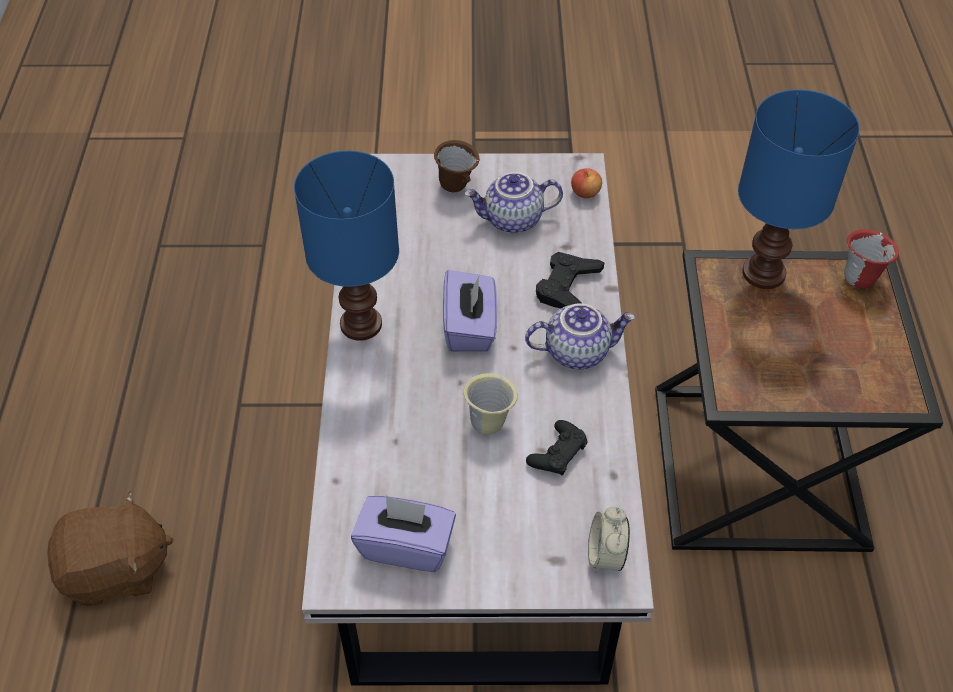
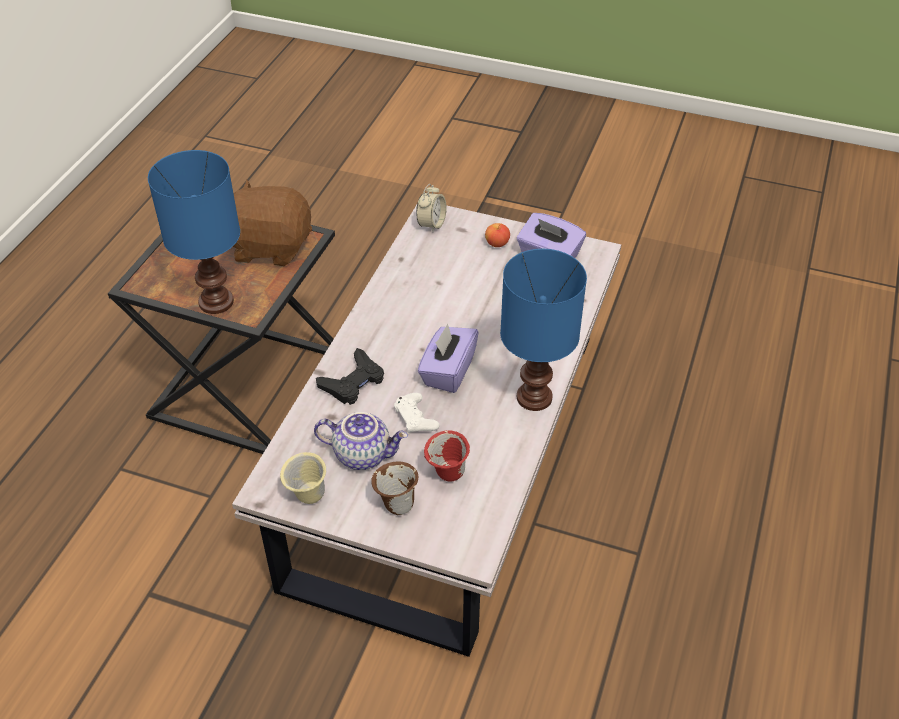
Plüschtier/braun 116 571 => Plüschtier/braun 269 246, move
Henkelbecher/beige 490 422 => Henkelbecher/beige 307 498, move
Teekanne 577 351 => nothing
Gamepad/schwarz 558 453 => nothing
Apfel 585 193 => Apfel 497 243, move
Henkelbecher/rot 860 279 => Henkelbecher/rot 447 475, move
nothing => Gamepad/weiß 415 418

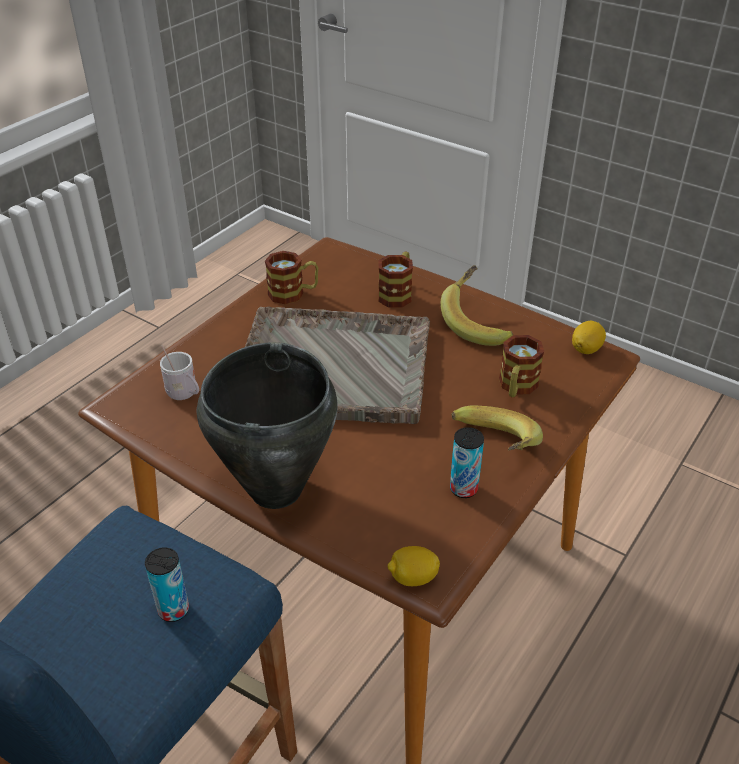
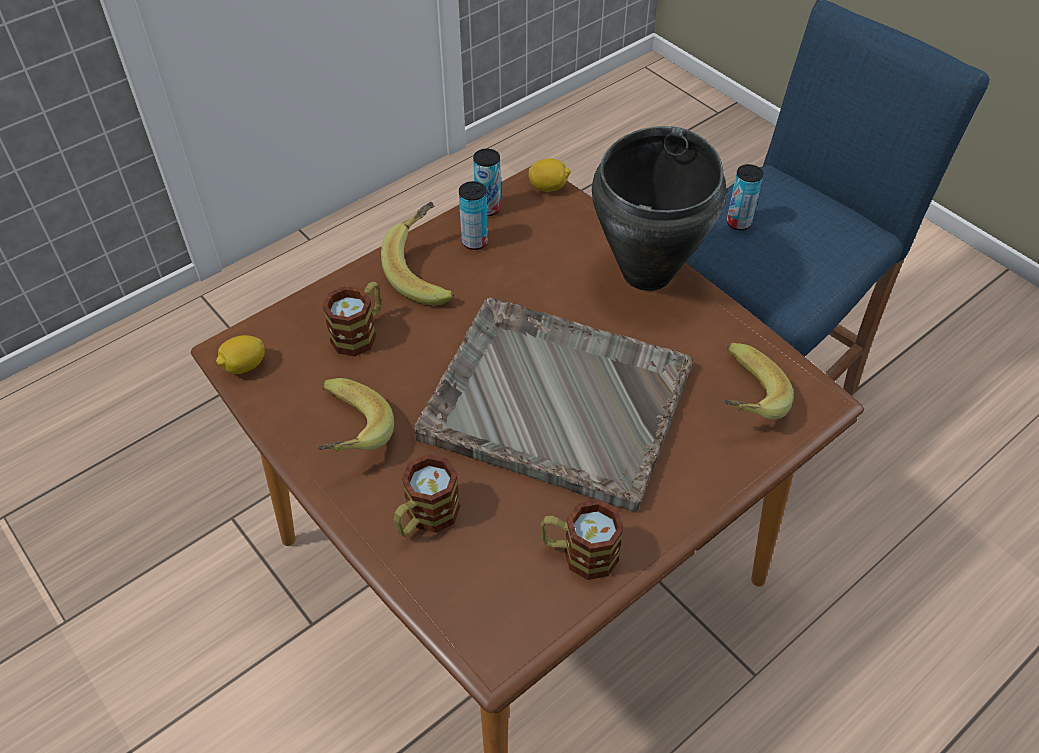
Henkelbecher/weiß 185 395 => Banane 739 399
nothing => Dose 488 208

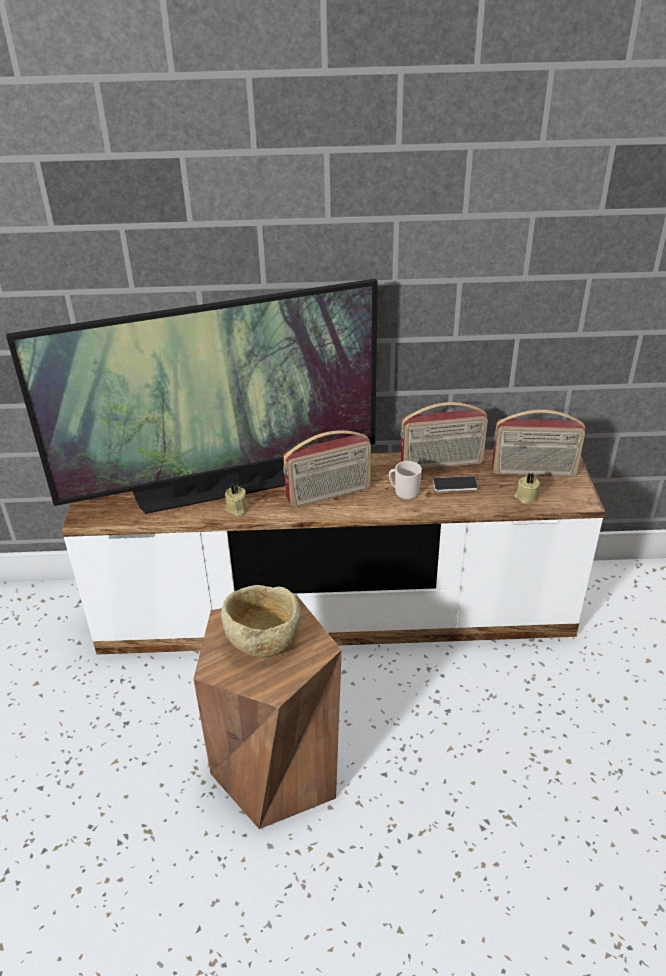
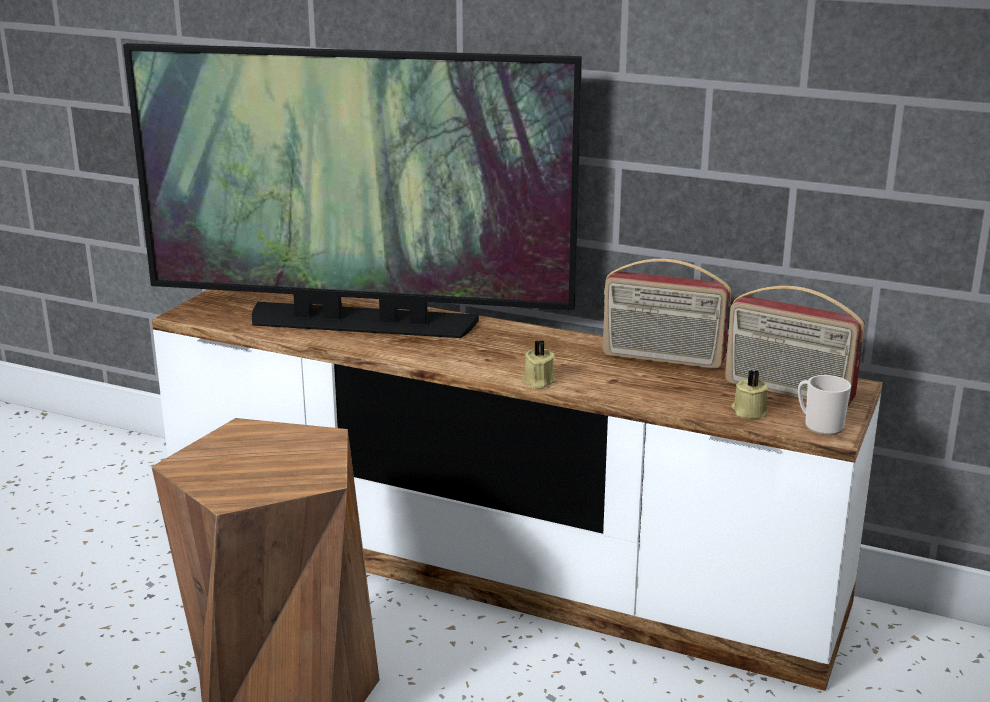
Schüssel/beige 263 641 => nothing
Kerze/beige 236 509 => Kerze/beige 538 381, move
Radio 329 494 => nothing
Henkelbecher 404 492 => Henkelbecher 819 425, move
Handy 455 485 => nothing

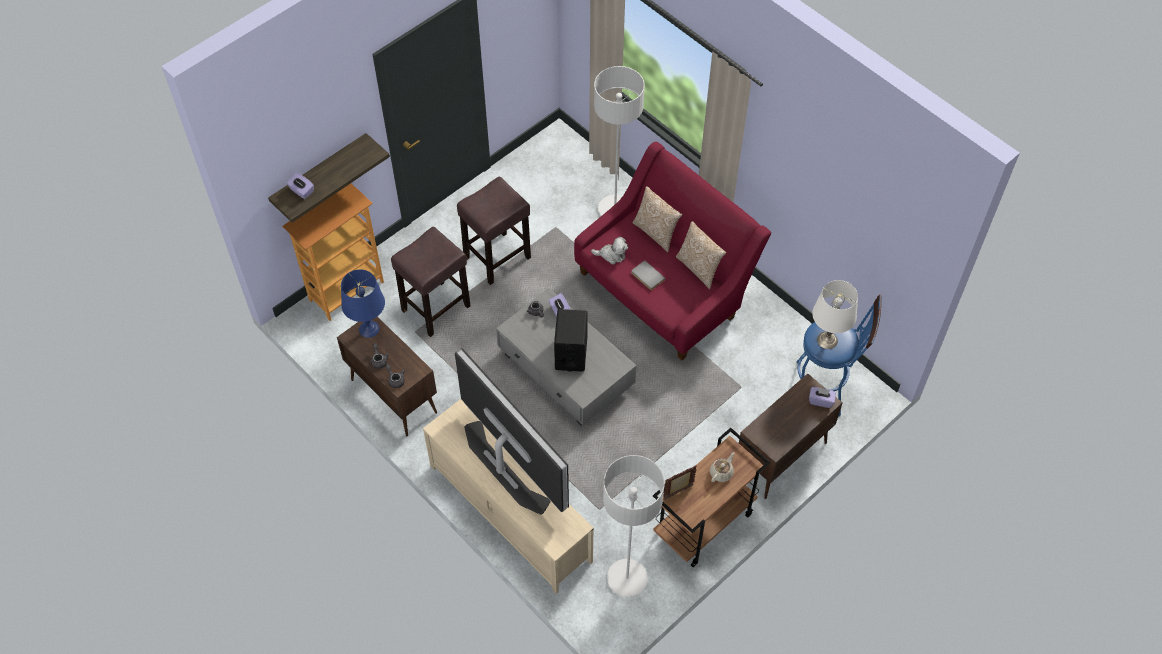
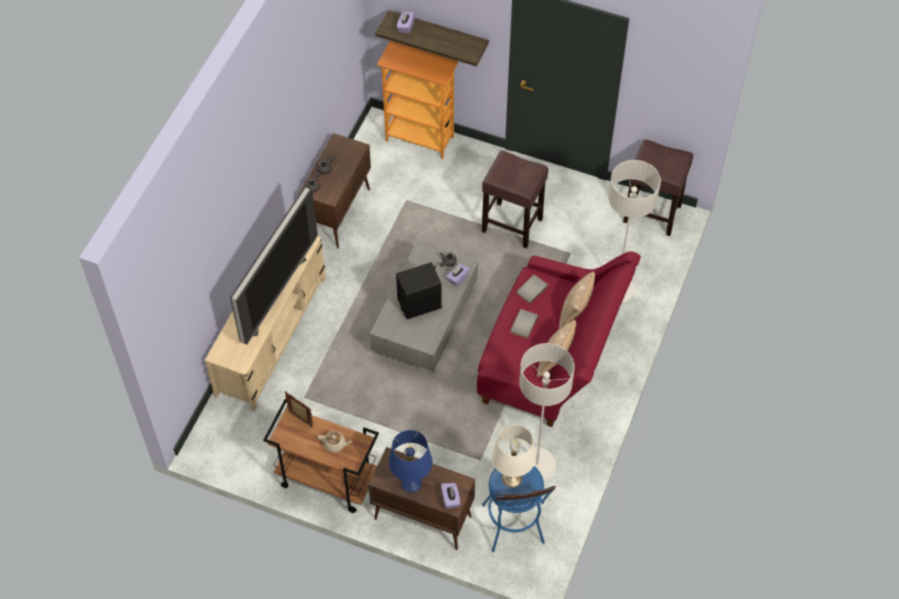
Tischlampe/blau 369 328 => Tischlampe/blau 411 482, move
Hocker/braun 436 307 => Hocker/braun 653 214, move
Plüschtier 611 255 => Buch/grau 531 289
Stehlampe/grau 627 578 => Stehlampe/grau 537 465, move

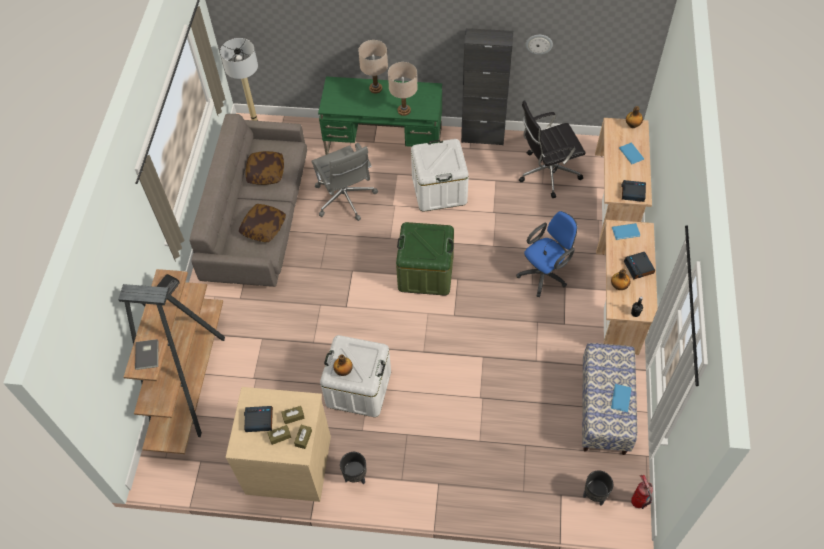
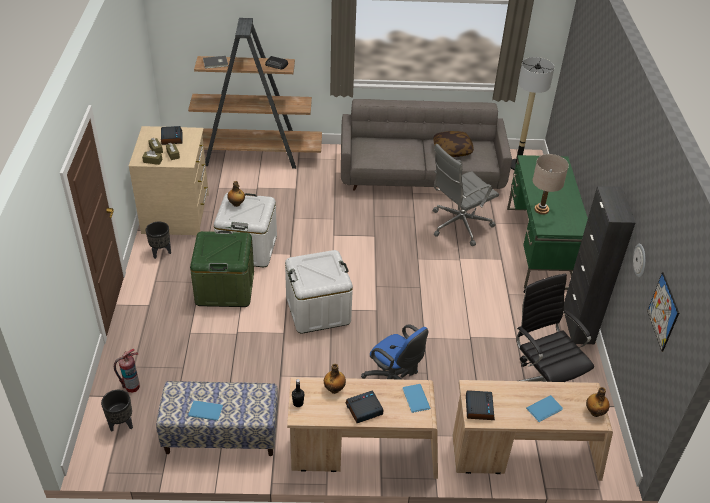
Kissen 263 227 => nothing
Tischlampe/beige 375 88 => nothing
Aufbewahrungsbox/grün 425 272 => Aufbewahrungsbox/grün 225 288, move
Aufbewahrungsbox/weiß 439 190 => Aufbewahrungsbox/weiß 318 310, move
Feuerlöscher 637 502 => Feuerlöscher 132 386, move
nothing => Bild 663 311

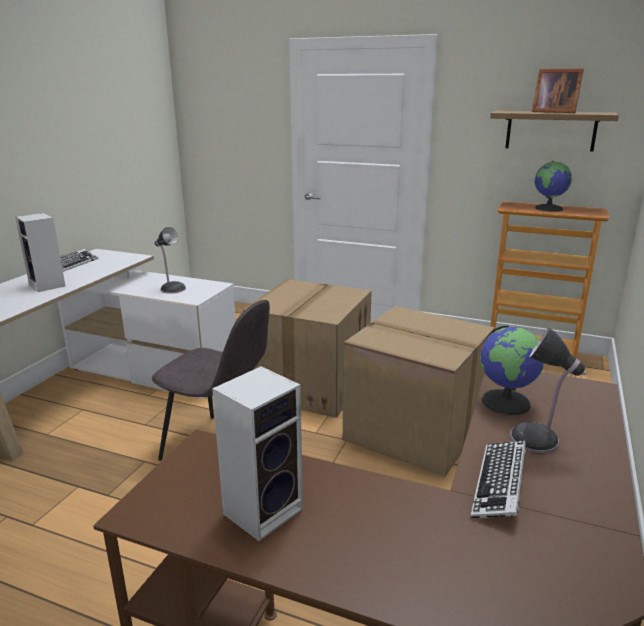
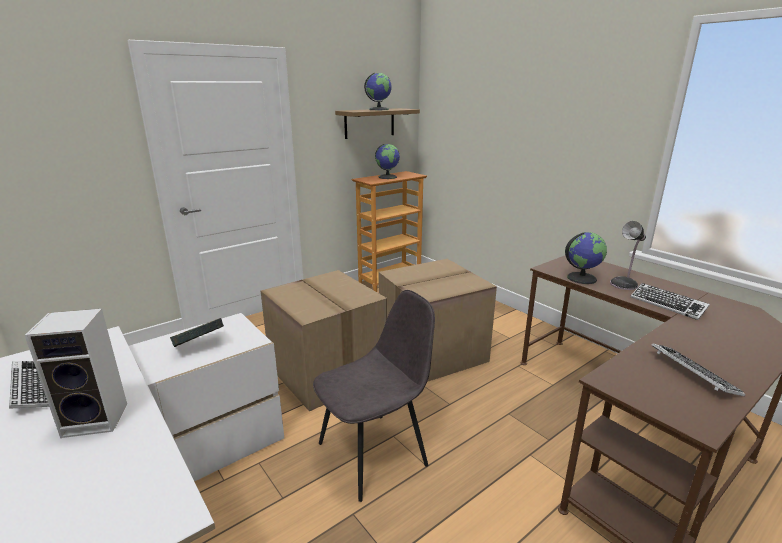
Tischlampe 172 288 => Buch 200 346
Lautsprecher 264 509 => Tastatur 692 374
Bilderrahmen 552 112 => Globus 379 109

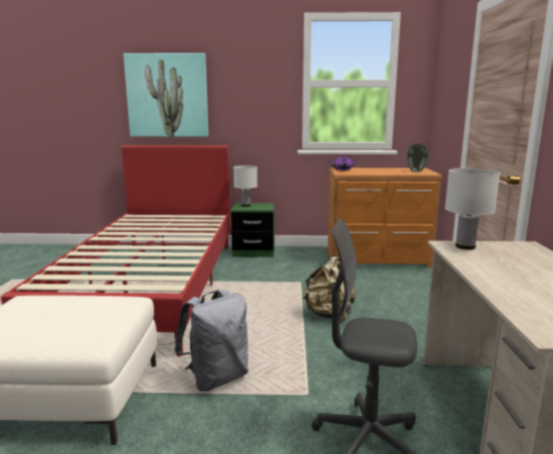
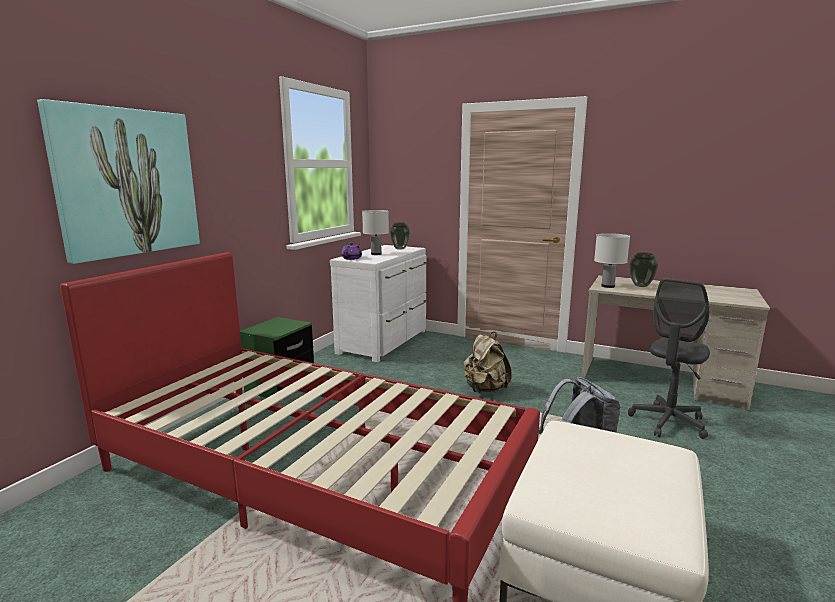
Tischlampe/weiß 245 205 => Tischlampe/weiß 376 254, move
Kommode/braun 378 260 => Kommode/weiß 385 342
nothing => Vase 640 286

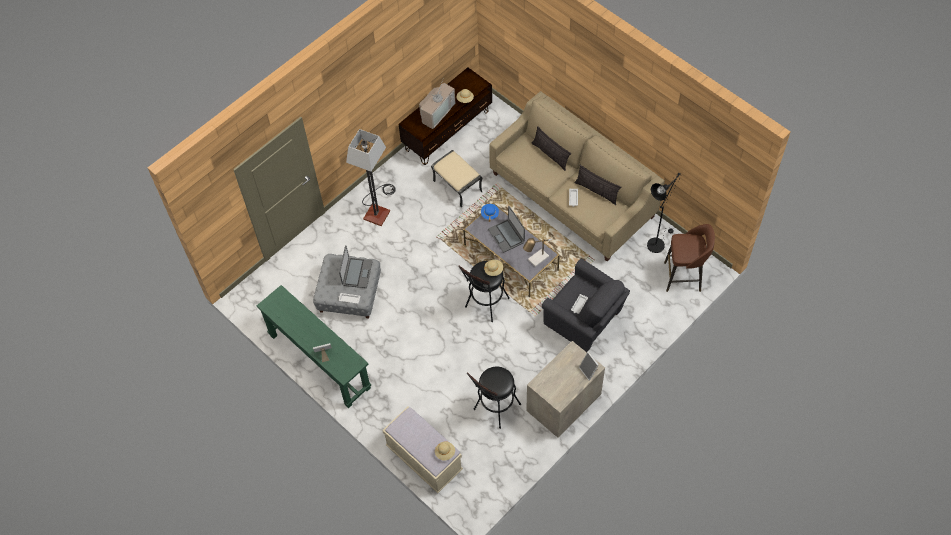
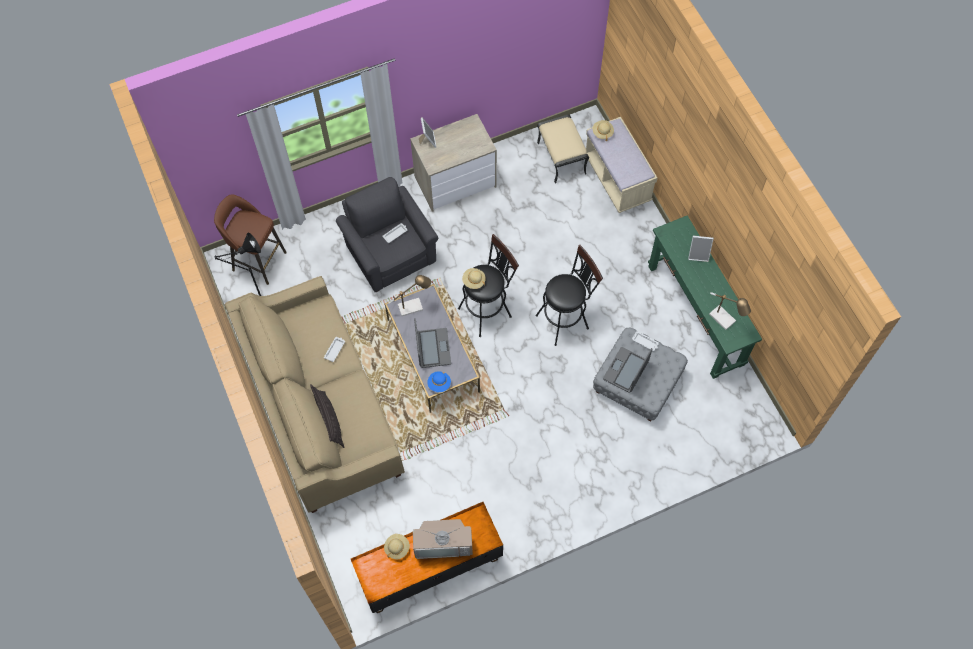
Stehlampe 378 209 => nothing
Fernseher 436 111 => Fernseher 444 543, 150 degrees counterclockwise
Polsterhocker/beige 458 186 => Polsterhocker/beige 560 157, move
Hocker/schwarz 494 409 => Hocker/schwarz 566 319, move
Kissen 596 191 => nothing
nothing => Tischlampe 725 320

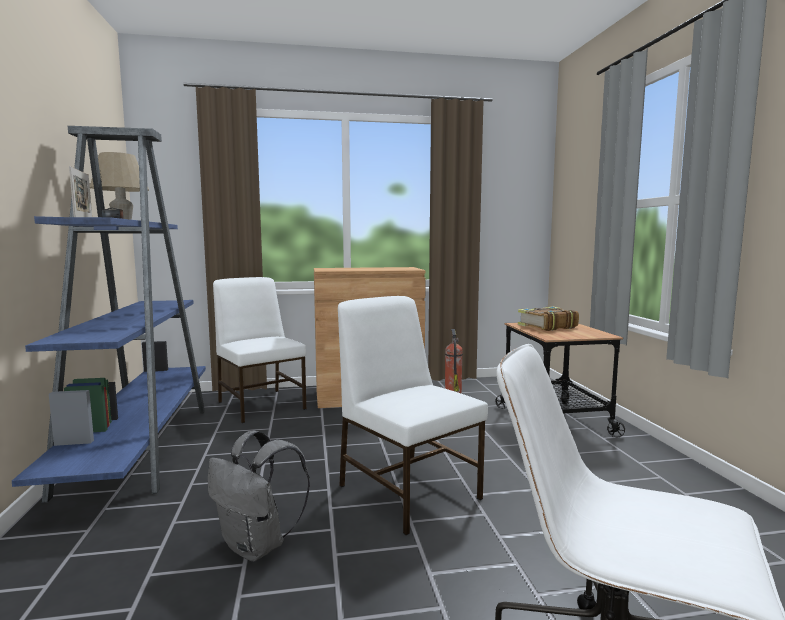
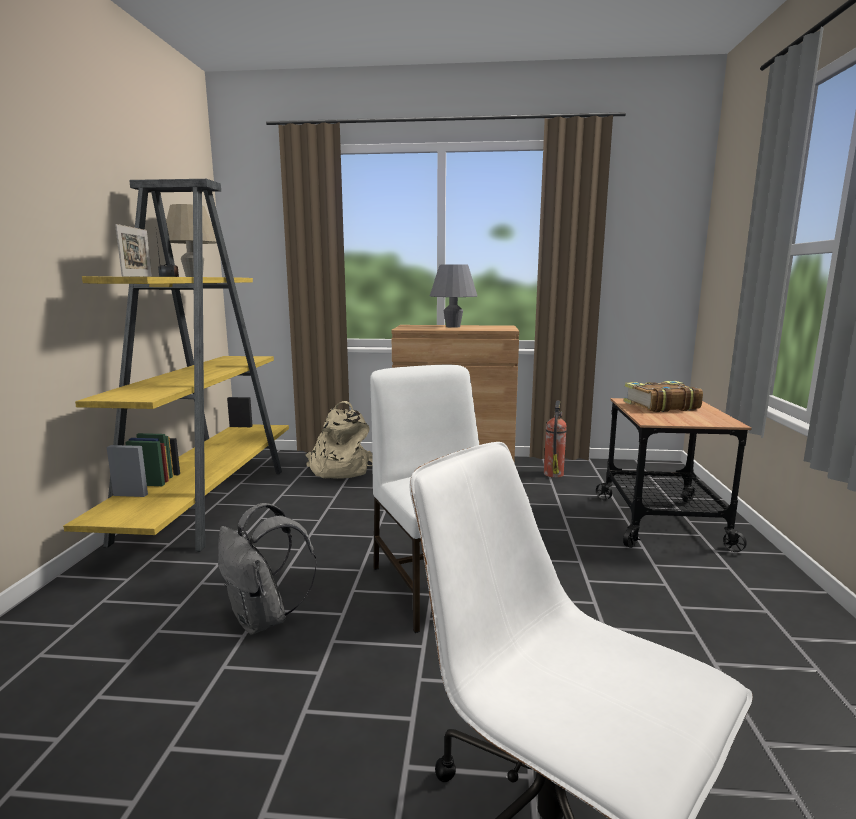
Bücherregal/blau 140 446 => Bücherregal/gelb 208 502
Stuhl/weiß 261 404 => Rucksack/beige 339 470
nothing => Tischlampe/grau 453 326

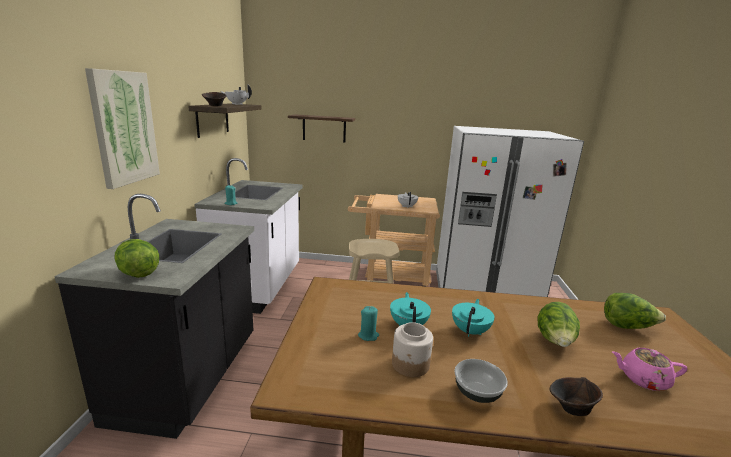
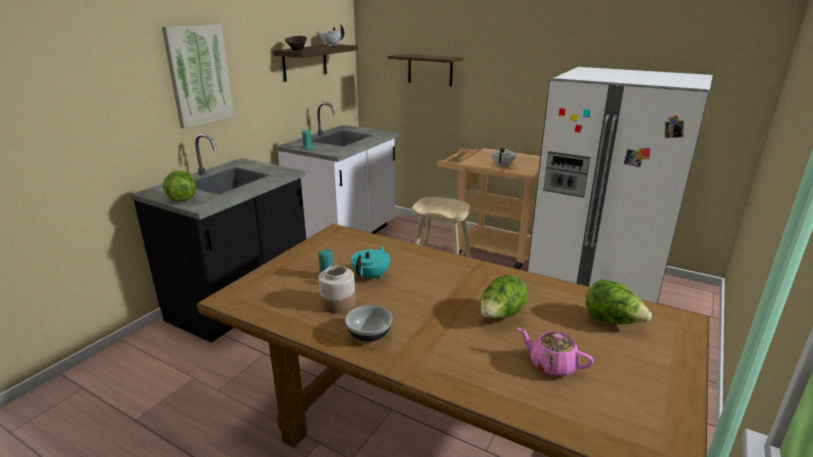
Teekanne/türkis 470 331 => nothing
Schüssel/braun 571 408 => nothing

